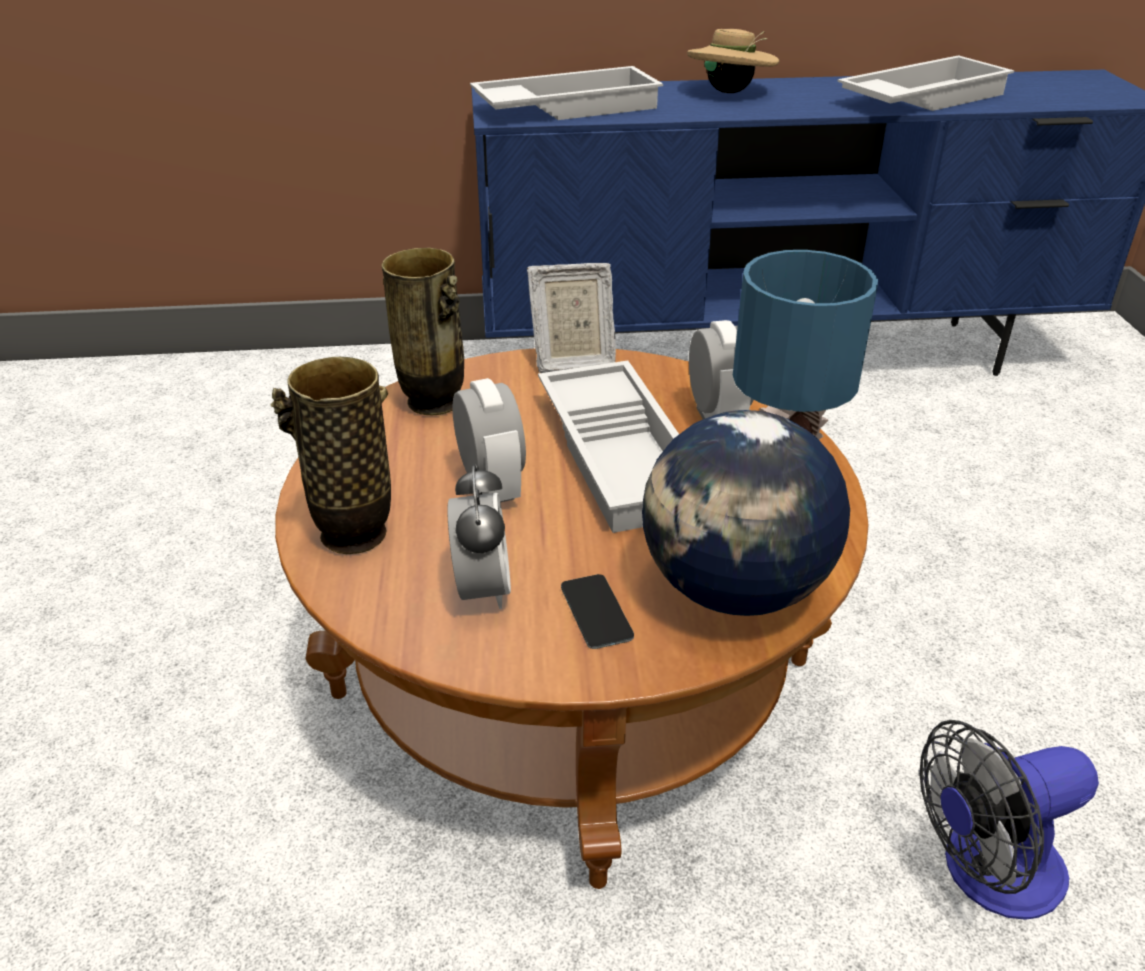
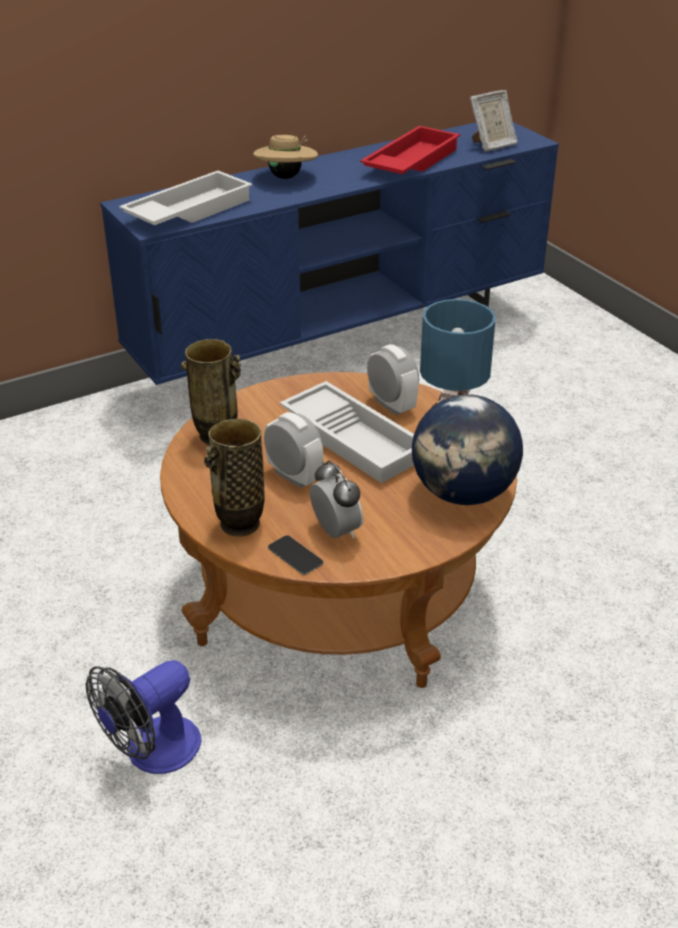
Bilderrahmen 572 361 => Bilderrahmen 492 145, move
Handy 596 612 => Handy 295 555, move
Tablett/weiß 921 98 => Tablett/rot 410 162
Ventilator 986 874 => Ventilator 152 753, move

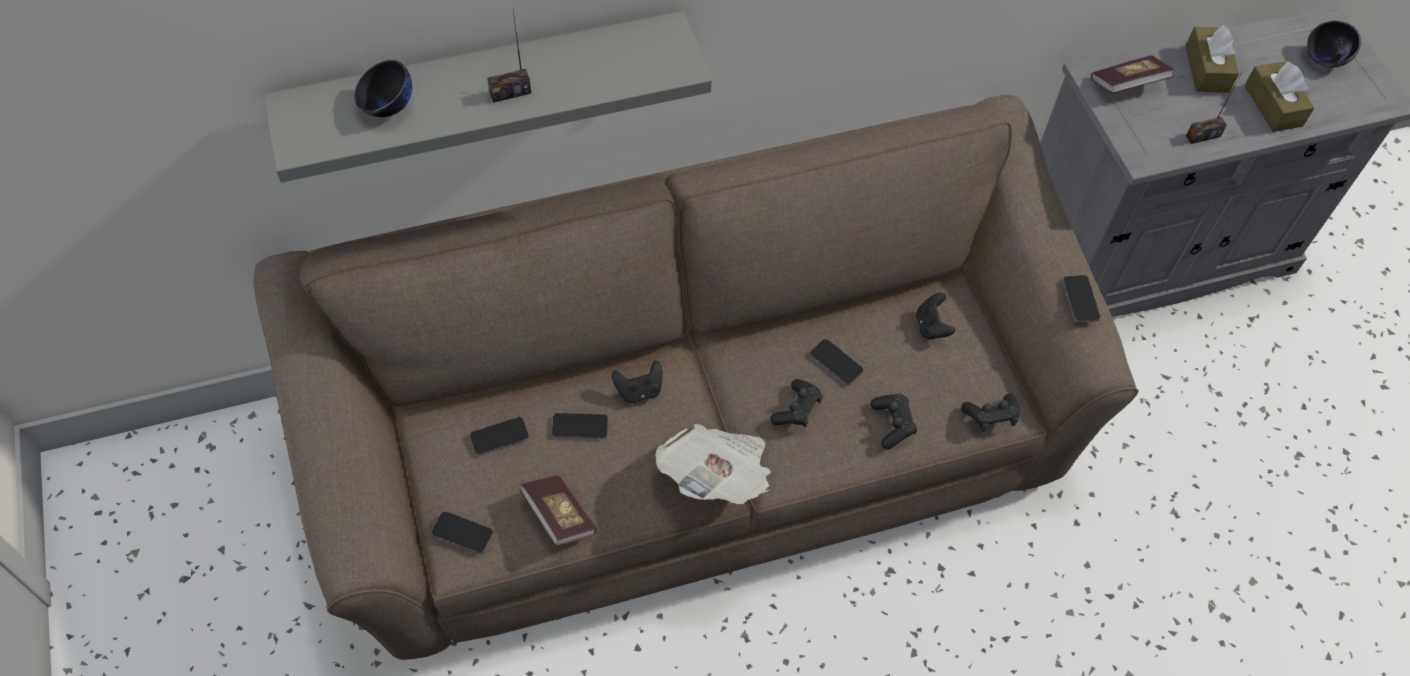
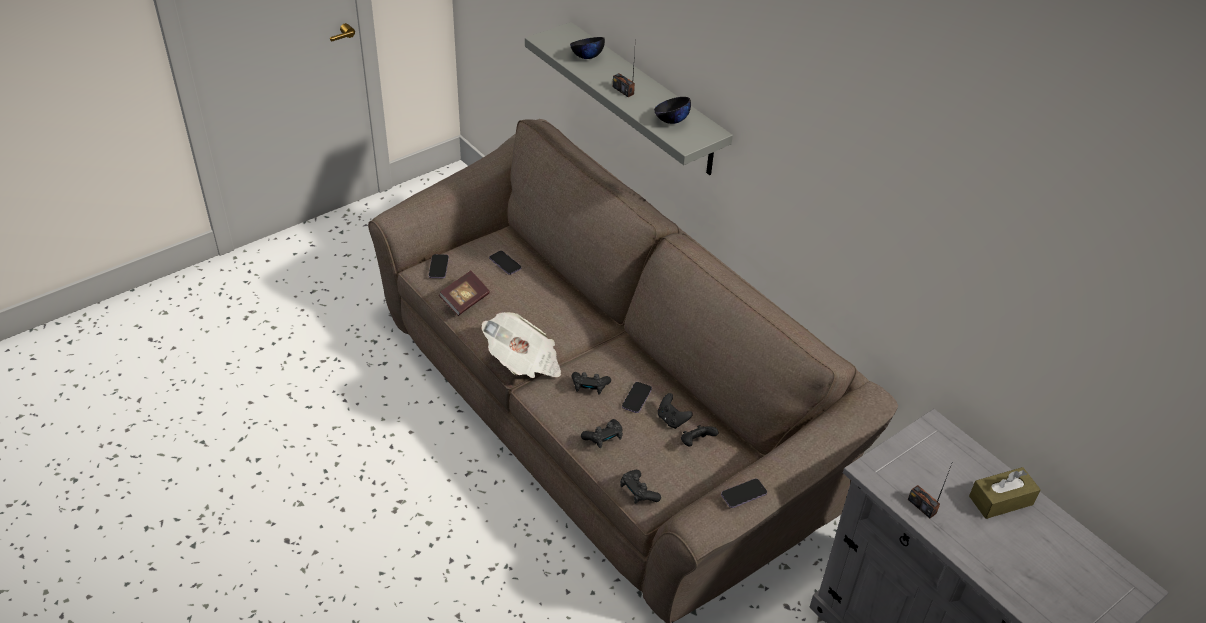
Handy 580 427 => nothing
Gamepad/schwarz 639 390 => Gamepad/schwarz 672 419, move
Buch 1127 85 => nothing
Taschentuchbox/braun 1273 106 => nothing
Schüssel/schwarz 1324 59 => Schüssel/schwarz 671 120, move

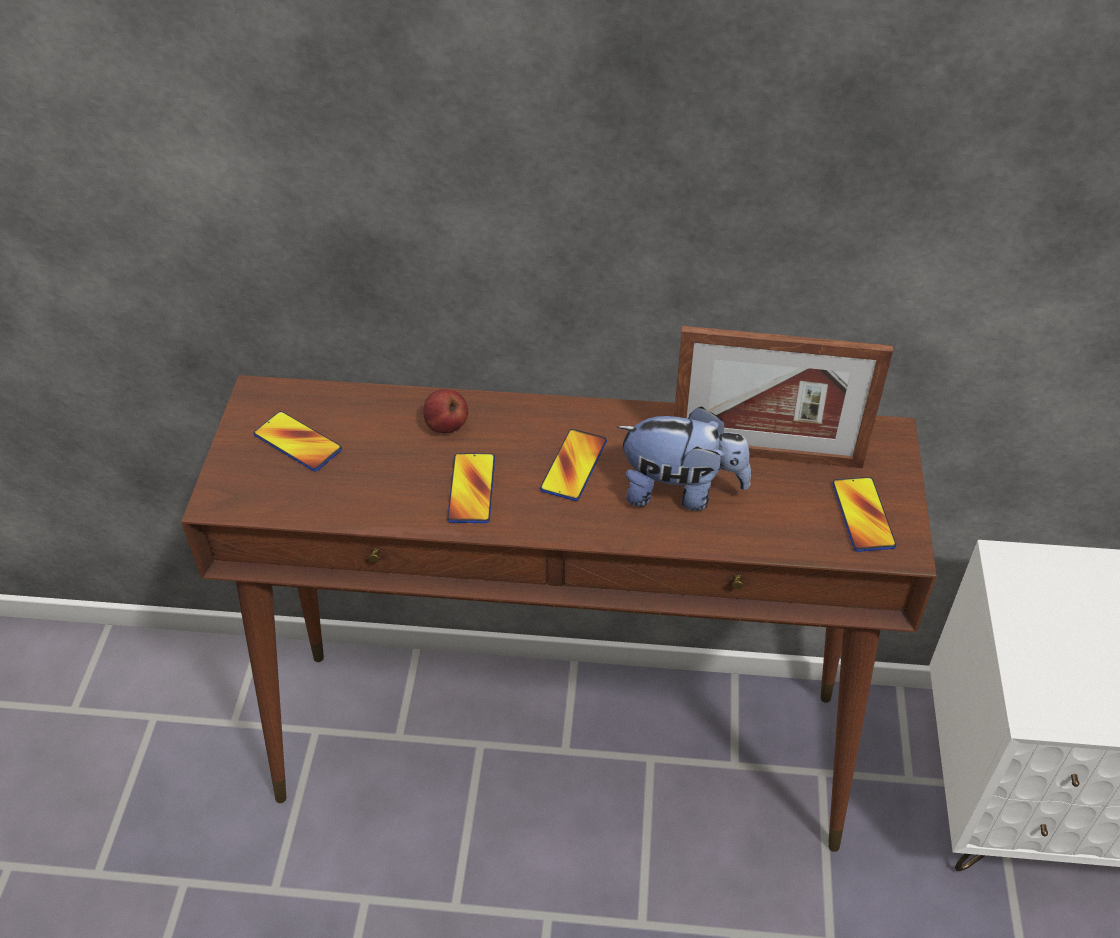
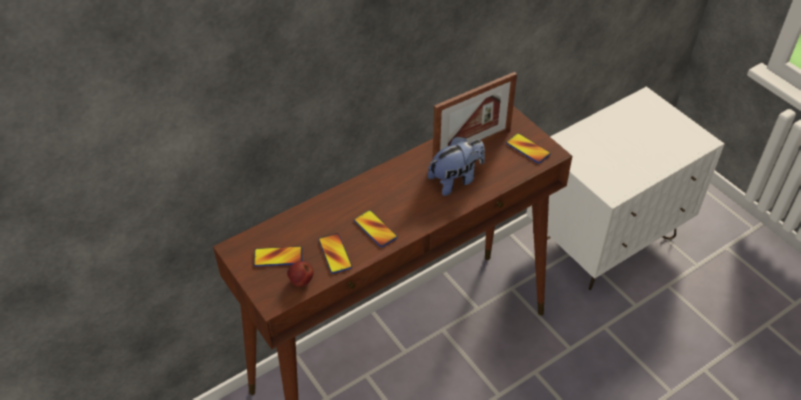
Apfel 446 426 => Apfel 301 281, move
Handy 573 466 => Handy 335 254, move

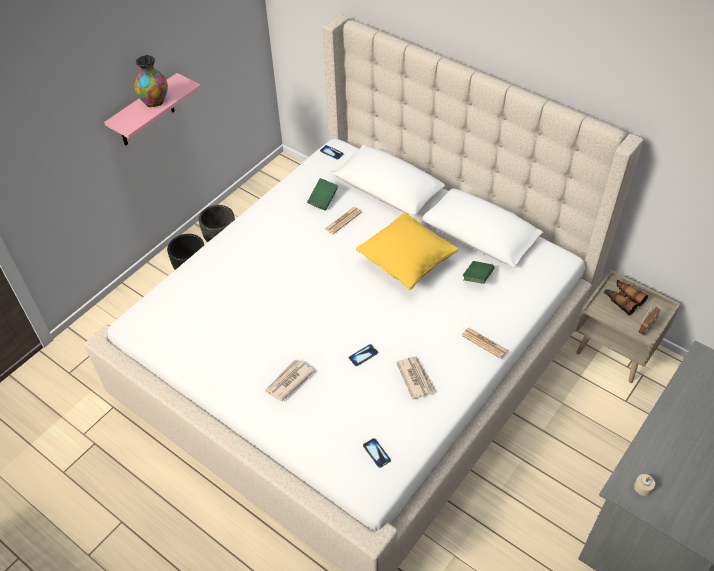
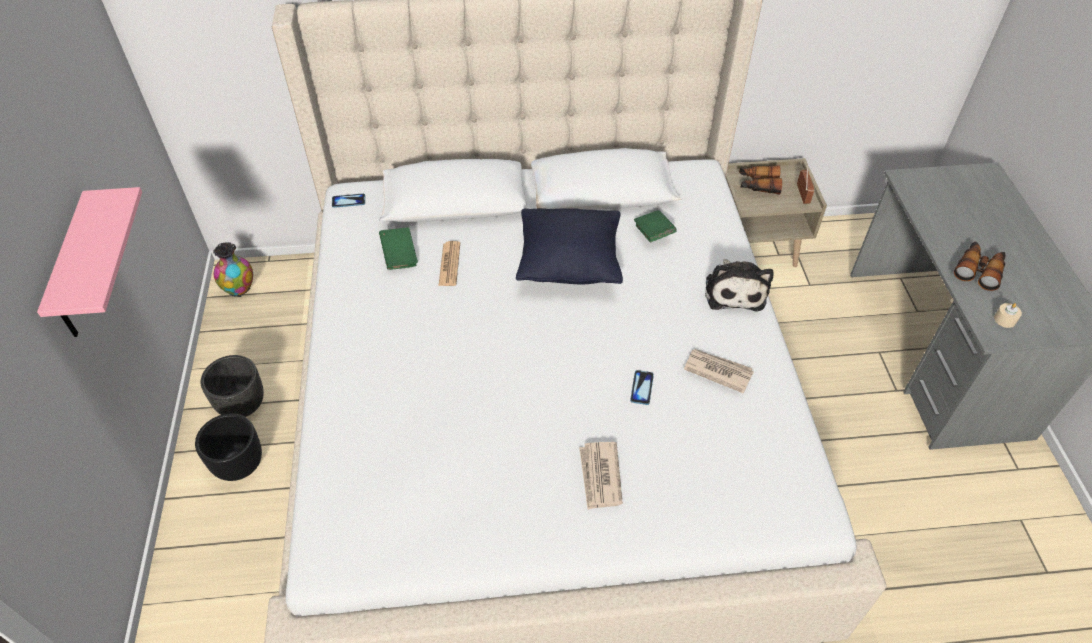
Vase 155 102 => Vase 240 289, move
Kissen/gelb 406 263 => Kissen/schwarz 569 264
Handy 376 453 => nothing
Zeitung 484 343 => Plüschtier 734 290
nothing => Fernglas 979 270

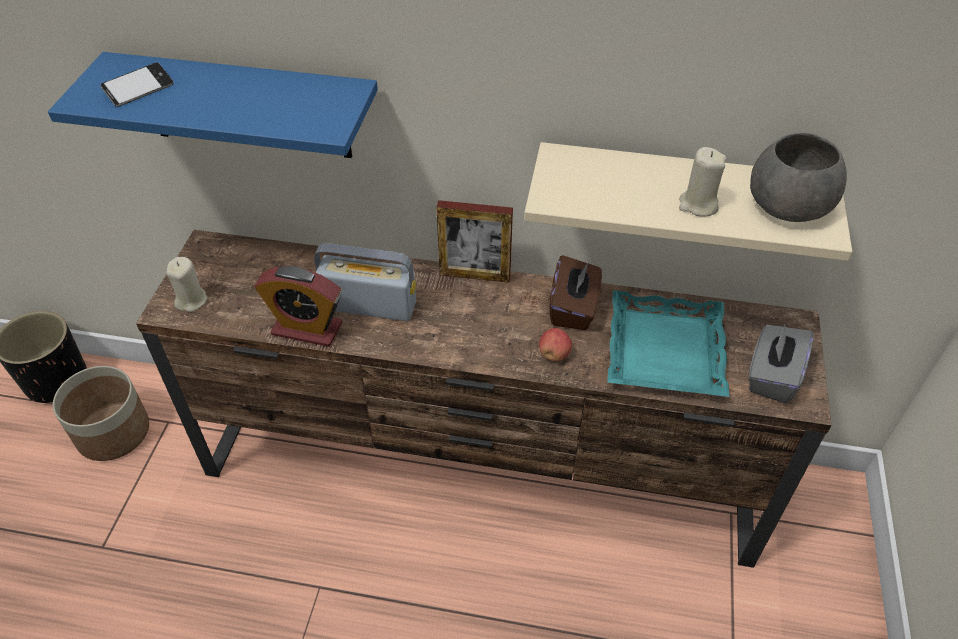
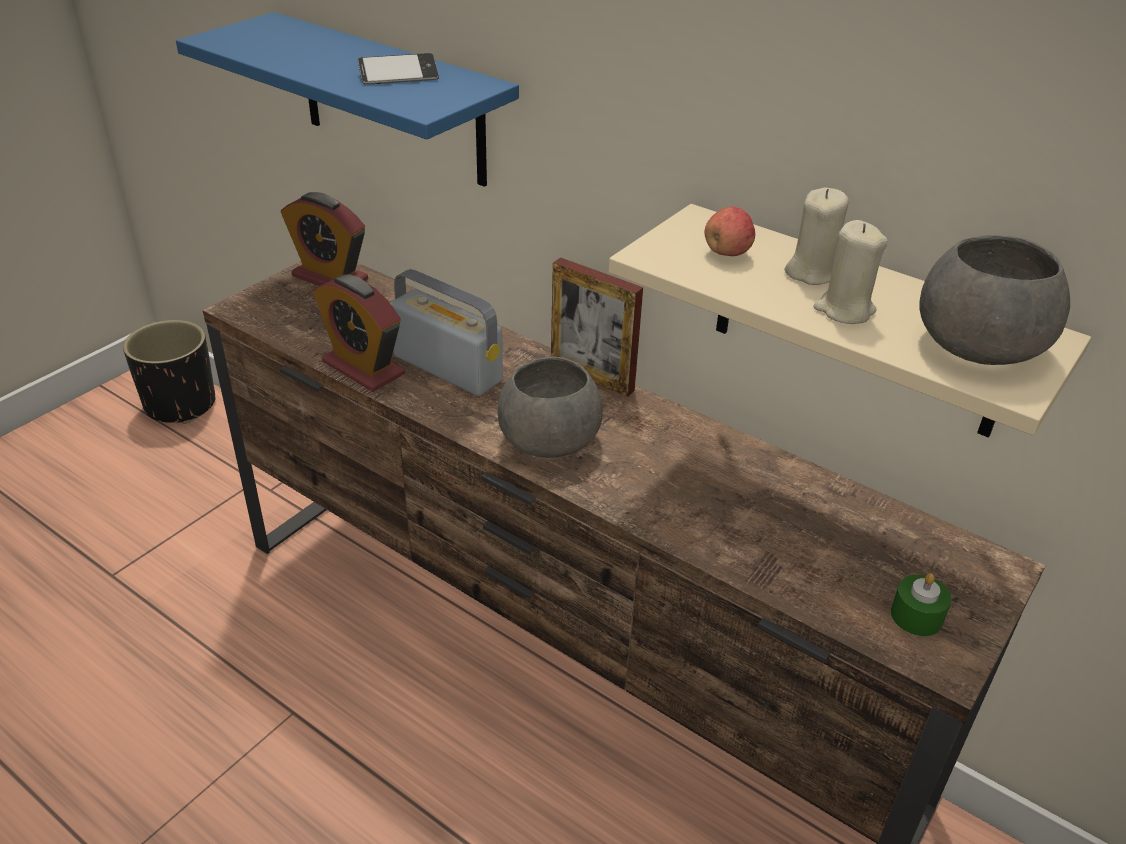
Pflanzkübel 114 432 => nothing
Handy 139 89 => Handy 398 76, move
Kerze/beige 191 300 => Kerze/beige 811 272, move
Apfel 554 354 => Apfel 727 252, move
Taschentuchbox/braun 573 308 => nothing
Tablett/türkis 663 350 => nothing
Taschentuchbox/grau 772 376 => Kerze/grün 916 616
nothing => Wecker 330 278
nothing => Schüssel/grau 547 440

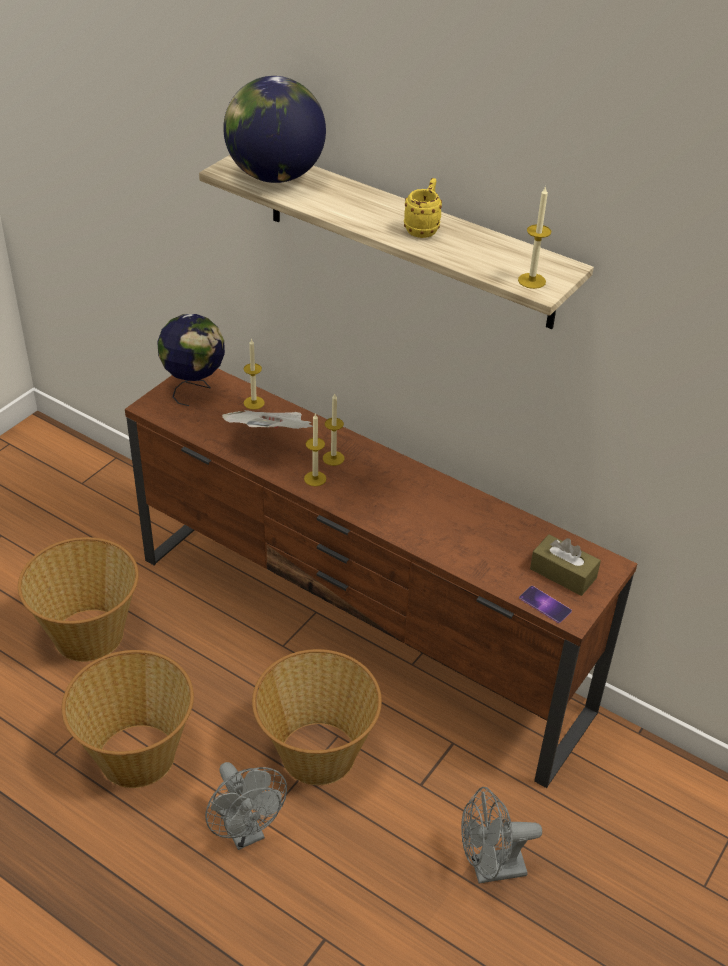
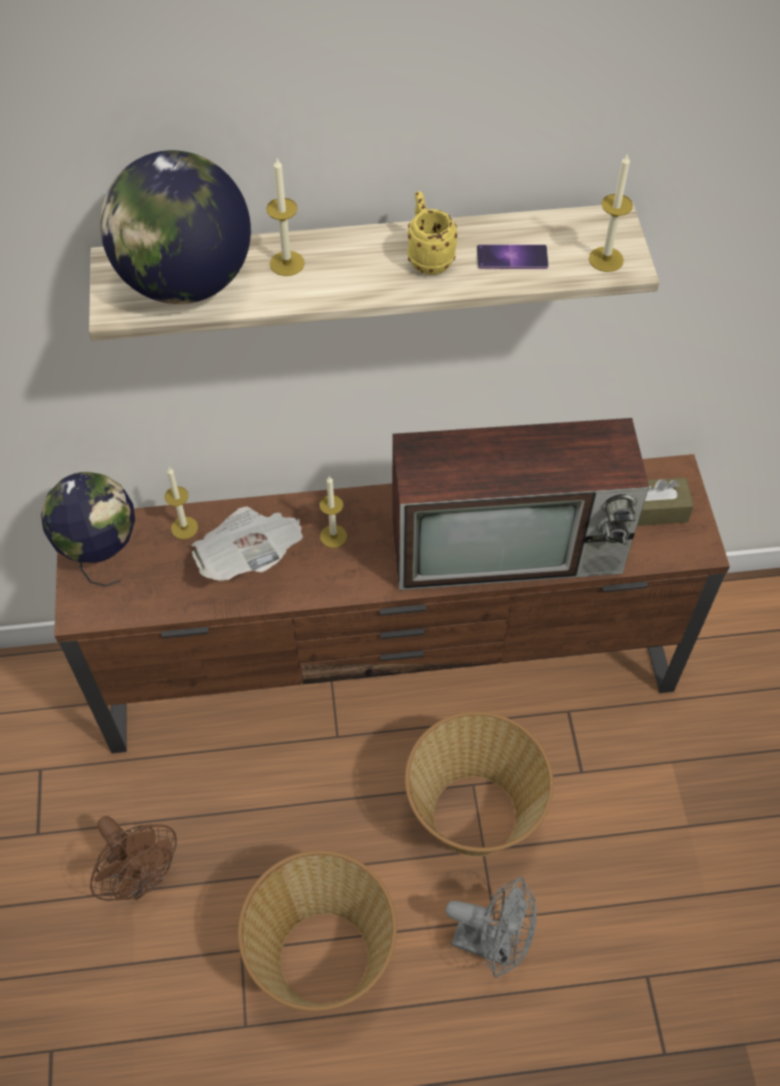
Korb 89 634 => Ventilator/braun 141 877
Kerze 315 478 => Kerze 287 263, move
Ventilator/grau 490 869 => nothing
Handy 545 604 => Handy 512 257, move
nothing => Fernseher 510 547

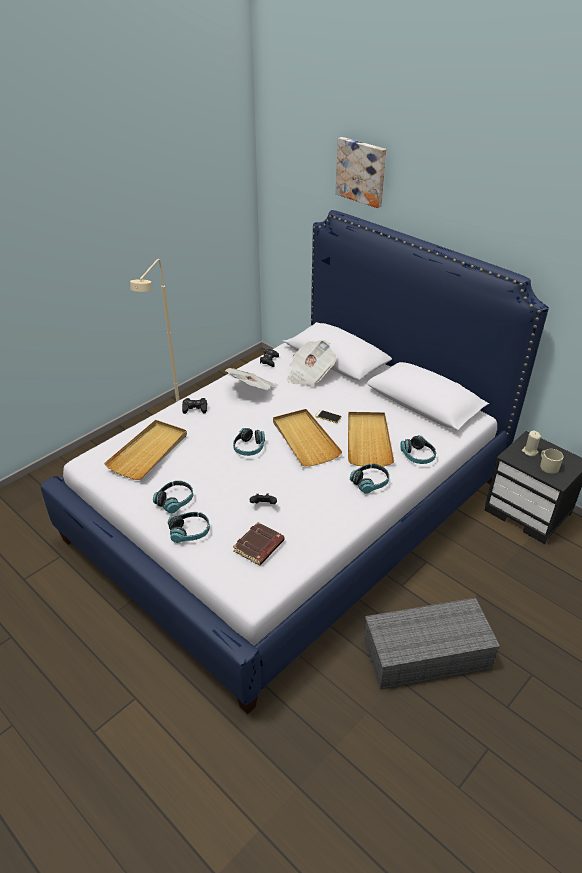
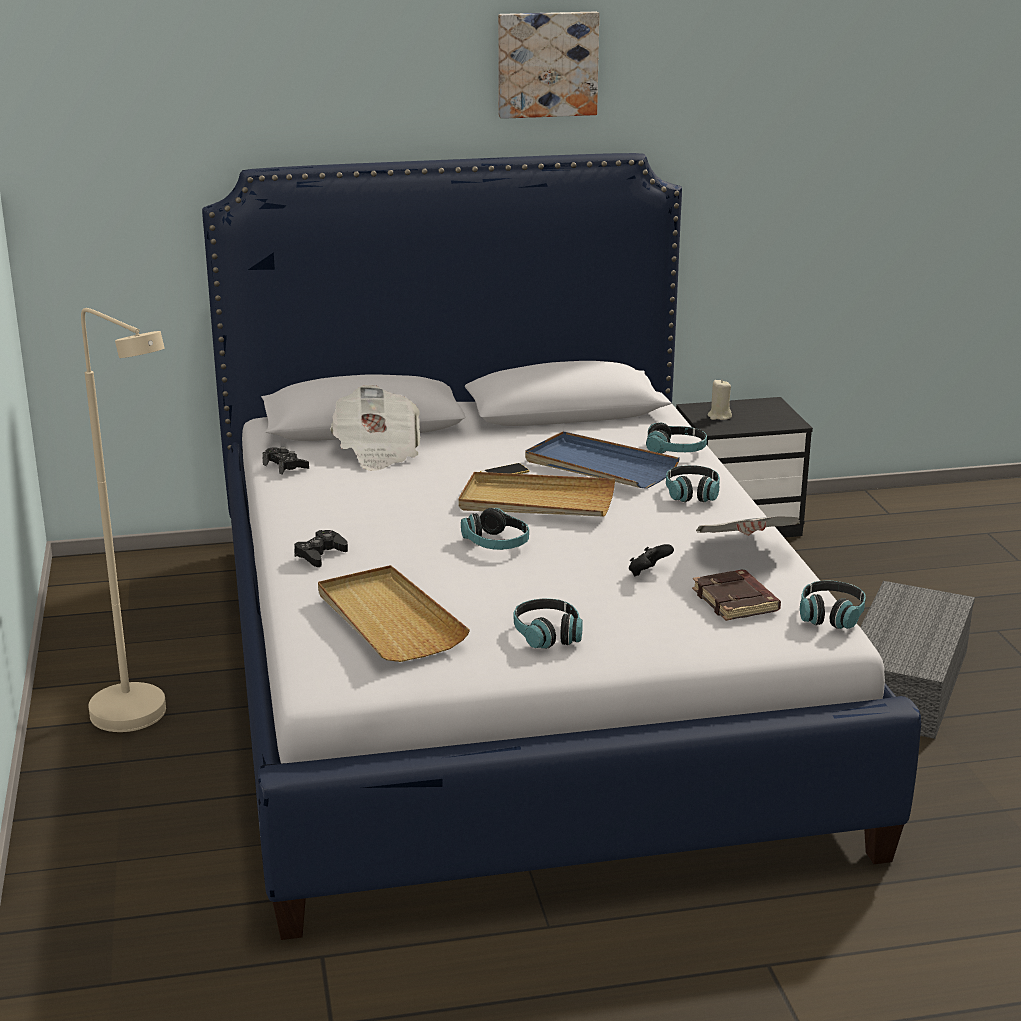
Kopfhörer 190 532 => Kopfhörer 831 615, move
Zeitung 252 390 => Zeitung 745 552, move
Bild 362 171 => Bild 547 64, move
Tablett/beige 368 440 => Tablett/blau 599 466
Henkelbecher/beige 547 465 => nothing

